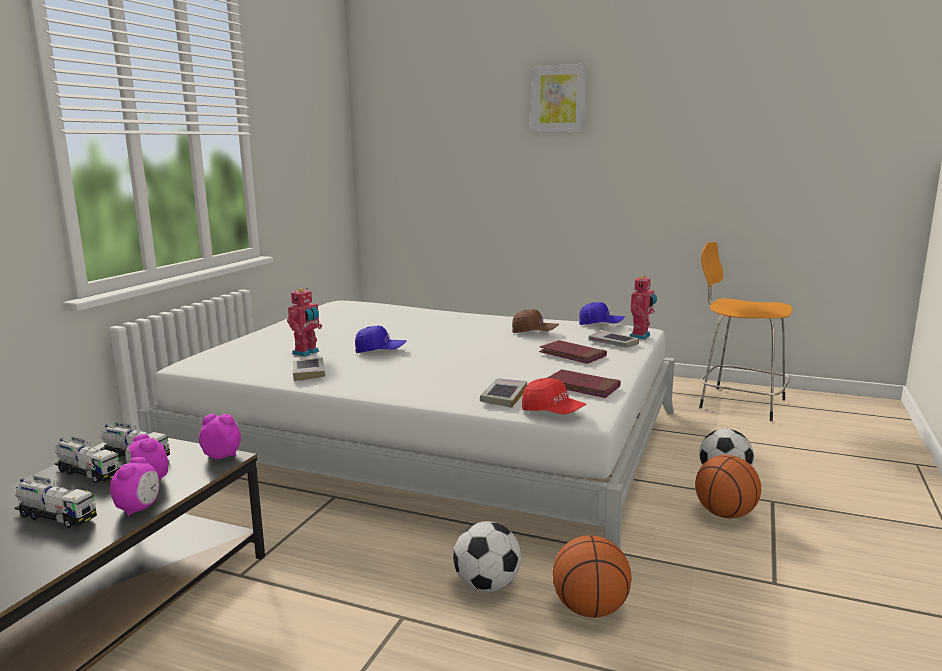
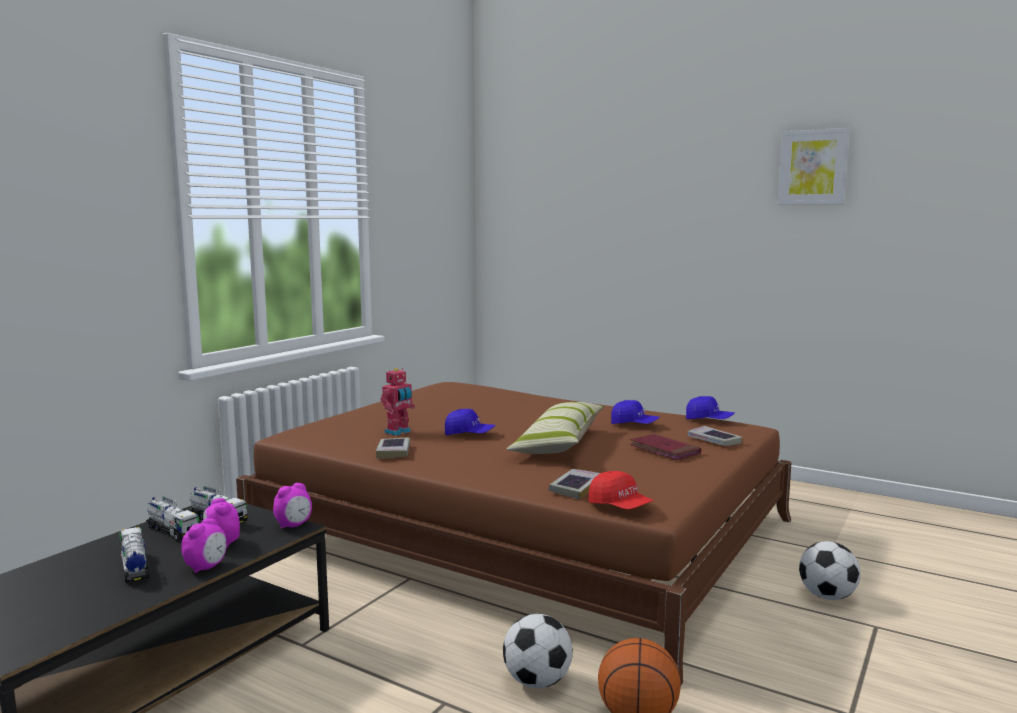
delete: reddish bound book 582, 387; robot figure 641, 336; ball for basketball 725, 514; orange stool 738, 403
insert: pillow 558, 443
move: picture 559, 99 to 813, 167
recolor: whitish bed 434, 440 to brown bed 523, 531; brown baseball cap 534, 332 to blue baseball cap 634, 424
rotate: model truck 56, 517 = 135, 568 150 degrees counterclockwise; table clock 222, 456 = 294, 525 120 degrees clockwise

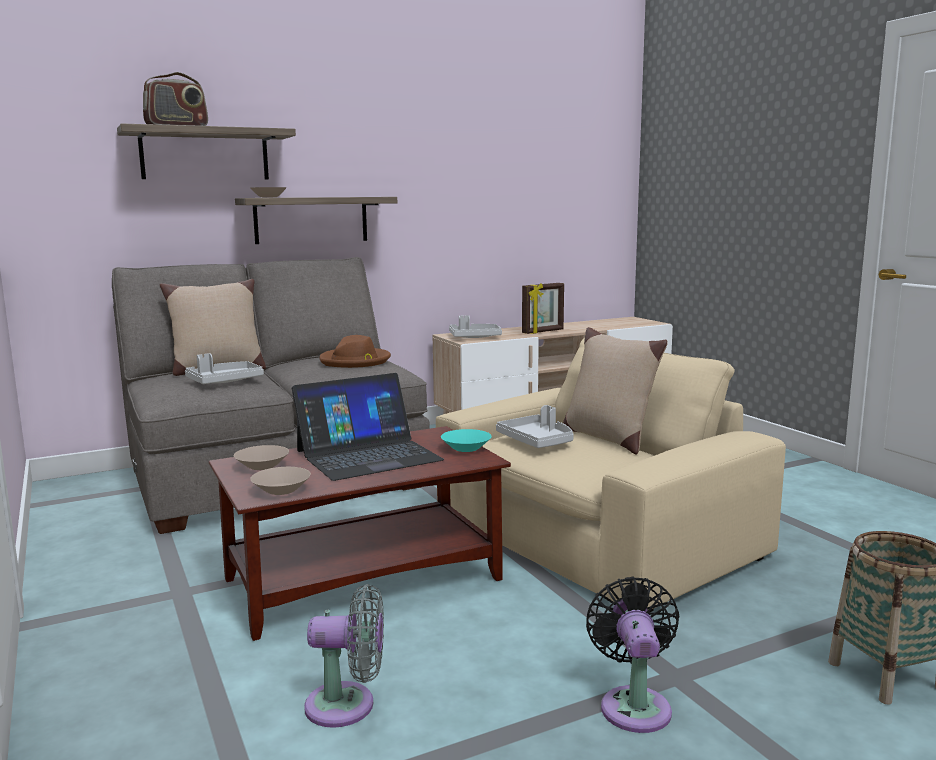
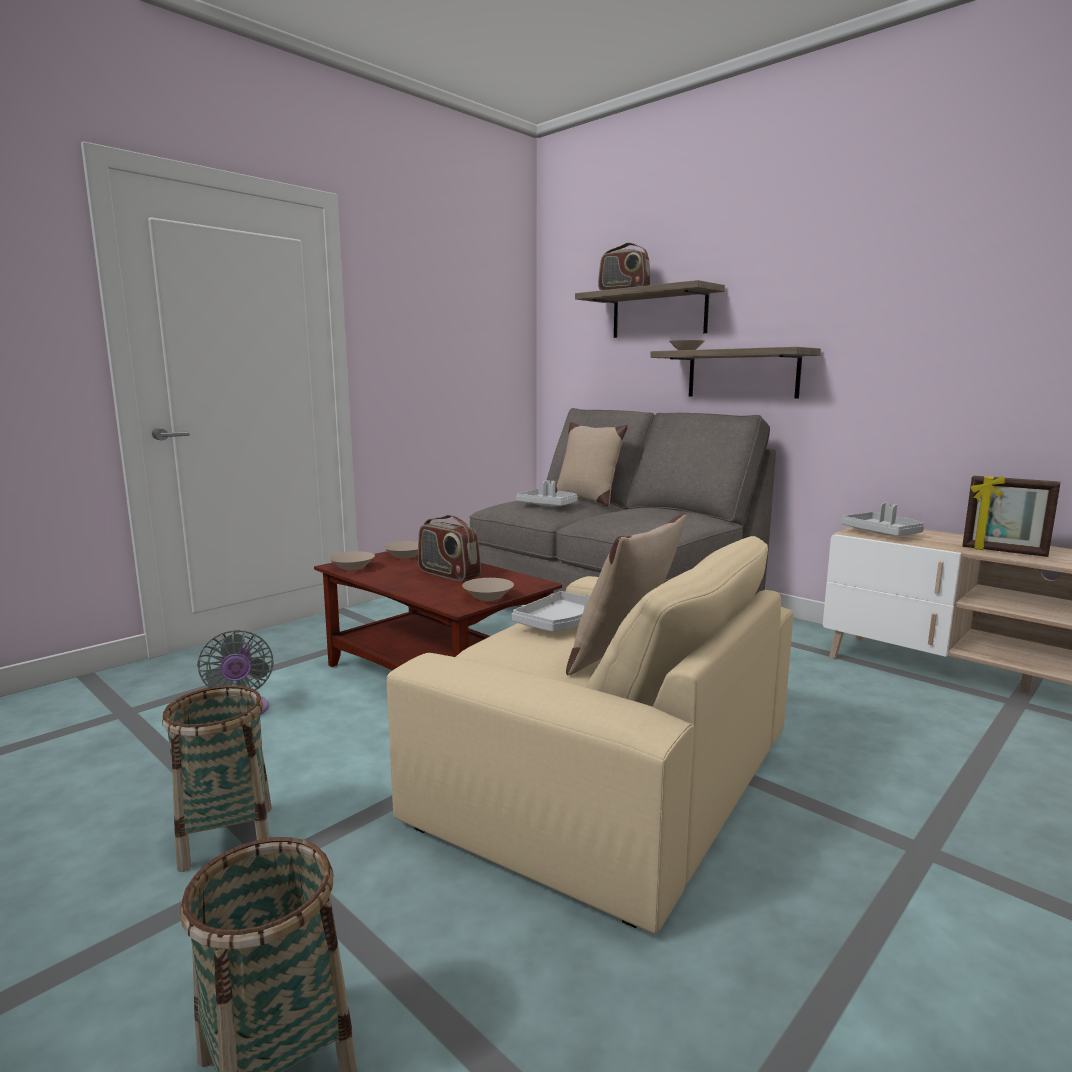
delete: brown clothing hat 355, 361
replace: notebook computer 368, 455 to radio receiver 448, 574; blackish cooling fan 634, 705 to household basket 227, 837
recolor: blue-green serving bowl 465, 449 to beige-coloured serving bowl 487, 597

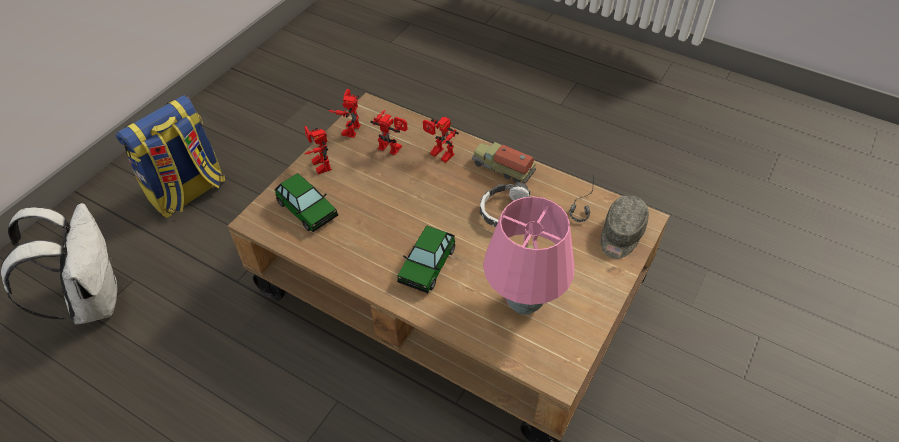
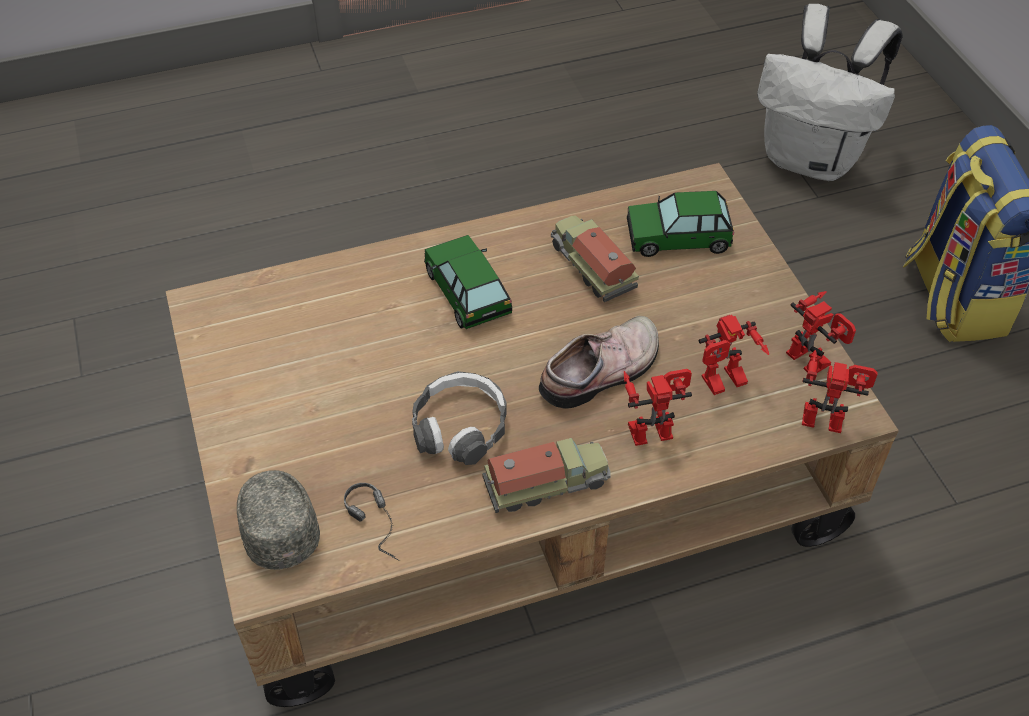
delete: pink-coloured tabletop lamp 522, 302
insert: item of footwear 603, 372; model truck 591, 267
move: robot figure 318, 165 to 826, 414

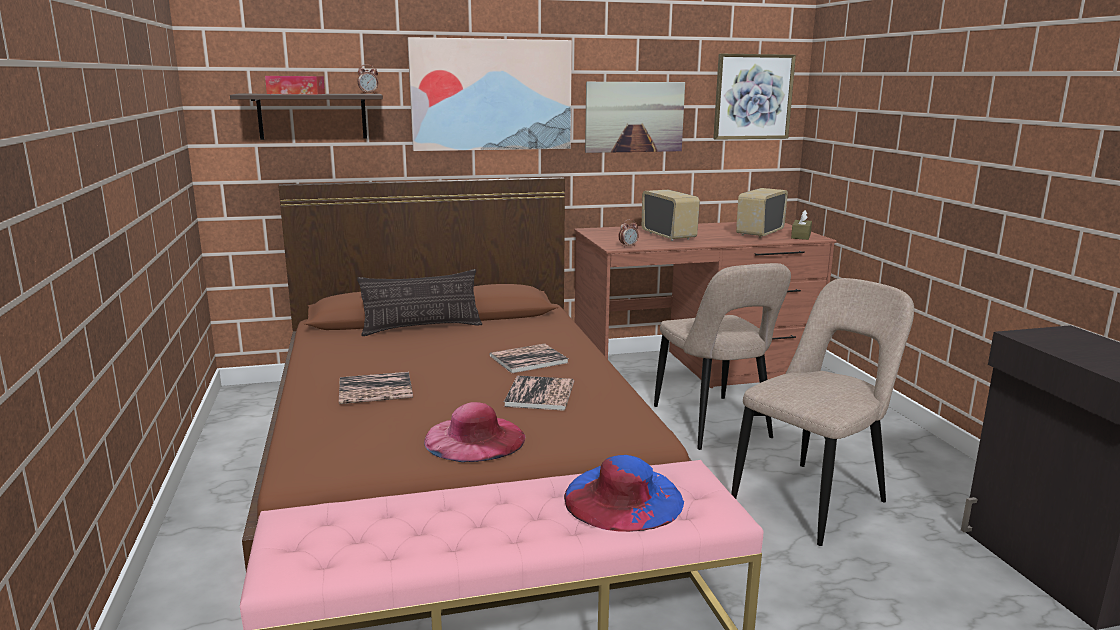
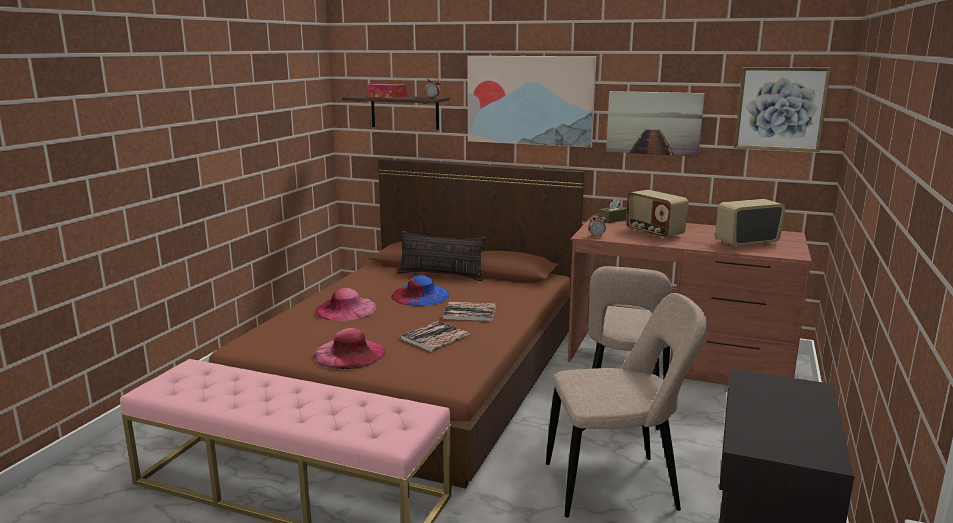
move: blue clothing hat 623, 498 to 420, 295; brown tissue box 801, 236 to 613, 220
replace: bound book 375, 390 to pink-coloured clothing hat 346, 309
rotate: radio receiver 669, 236 = 654, 233 135 degrees clockwise

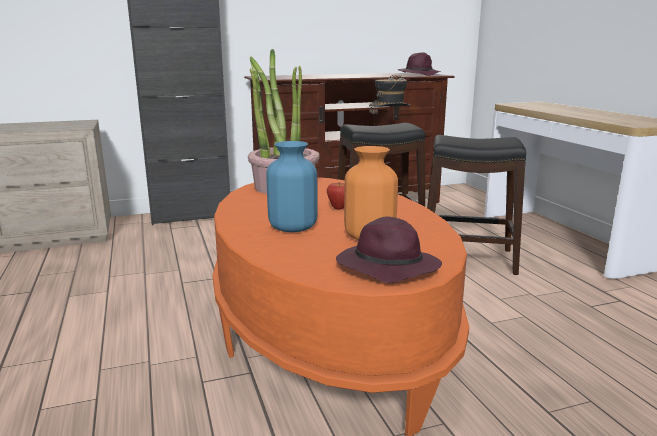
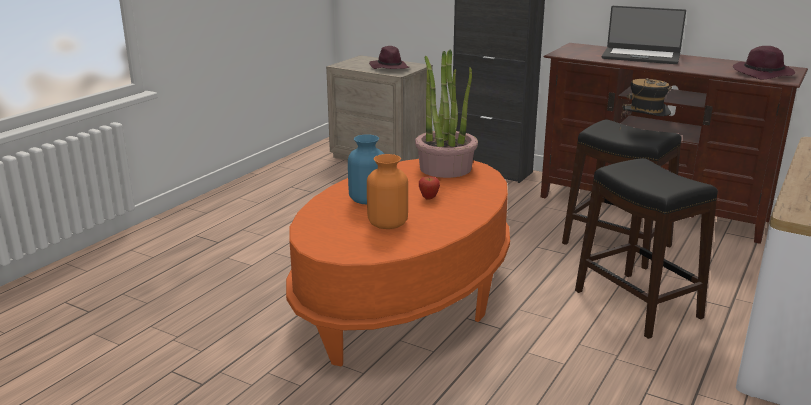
insert: notebook computer 641, 56
move: purplish clothing hat 386, 267 to 389, 68

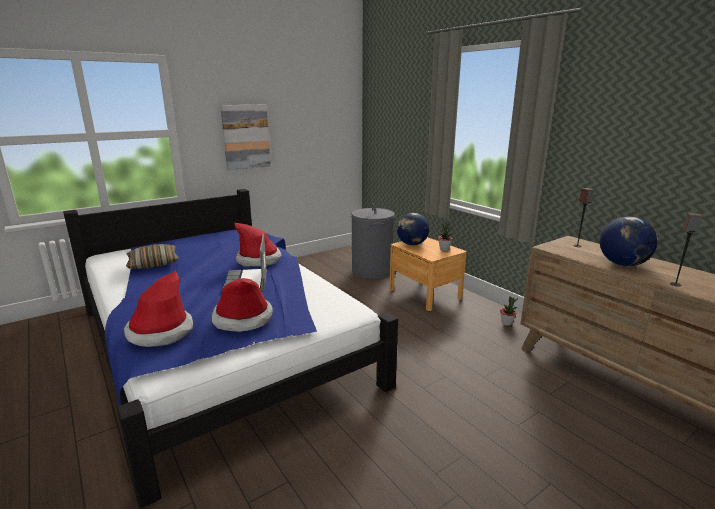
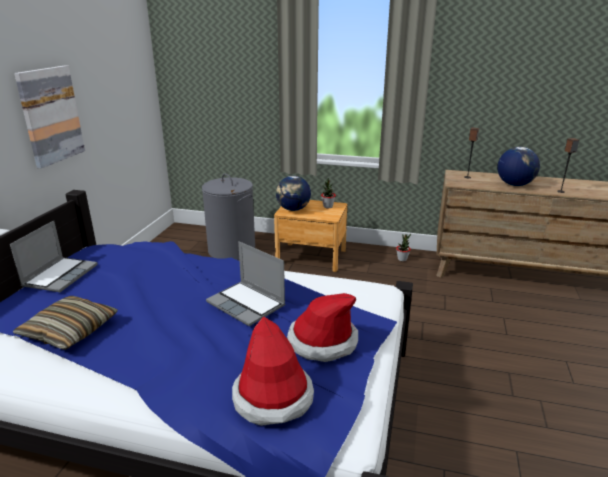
delete: clothing hat 259, 260
insert: notebook computer 60, 275

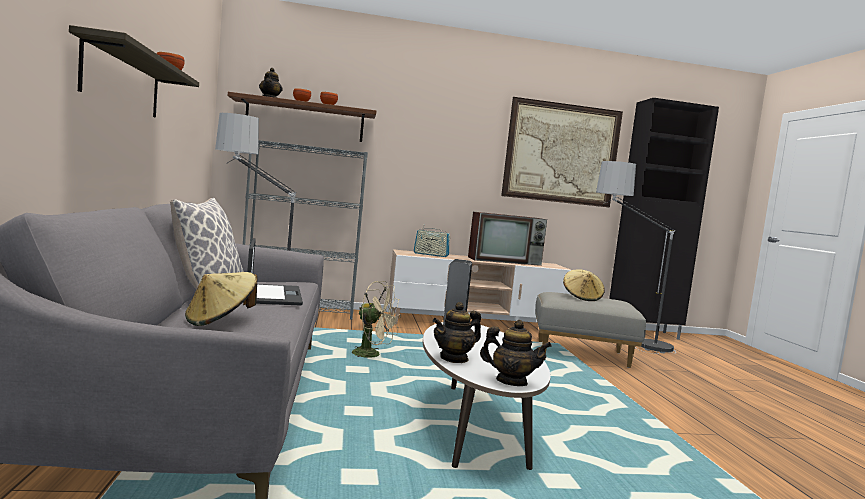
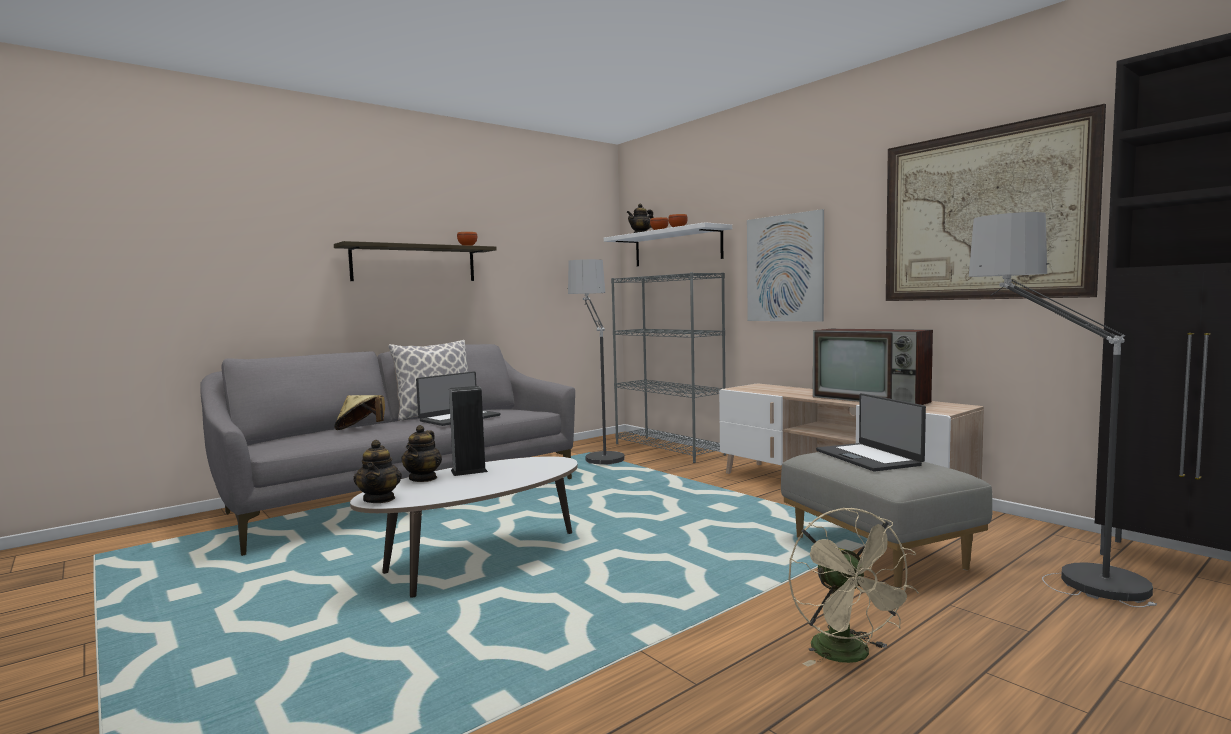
delete: radio receiver 431, 254
insert: picture 784, 268
move: beige-coloured cooling fan 372, 355 to 849, 656
replace: beige-coloured clothing hat 582, 297 to notebook computer 868, 458
recolor: brown bracket shelf 305, 120 to whitish bracket shelf 677, 247
rotate: tea pot 454, 358 = 423, 478 105 degrees counterclockwise

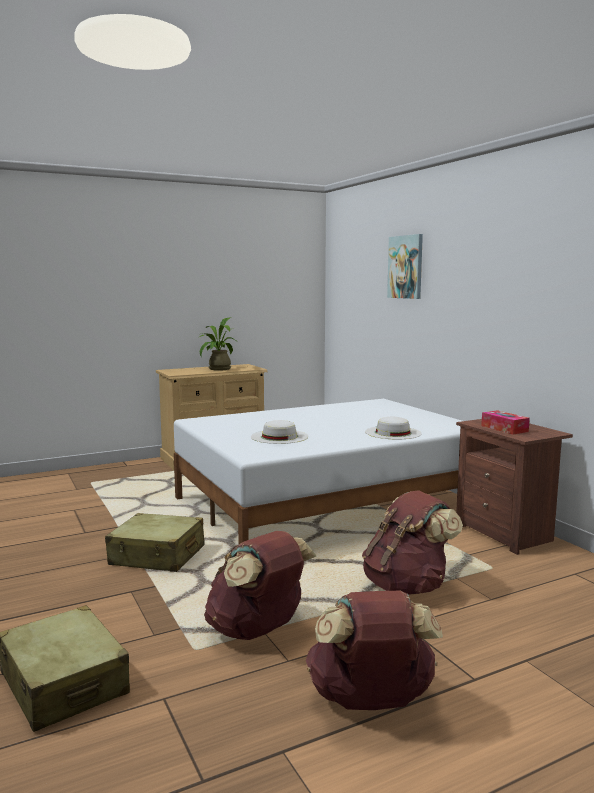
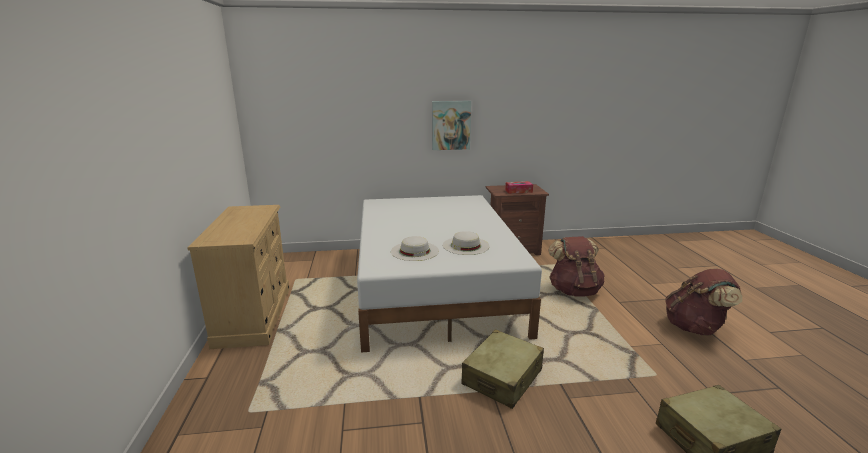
delete: plant in a pot 217, 369; brown backpack 257, 630
move: whitish clothing hat 393, 432 to 414, 251; picture 406, 267 to 451, 125

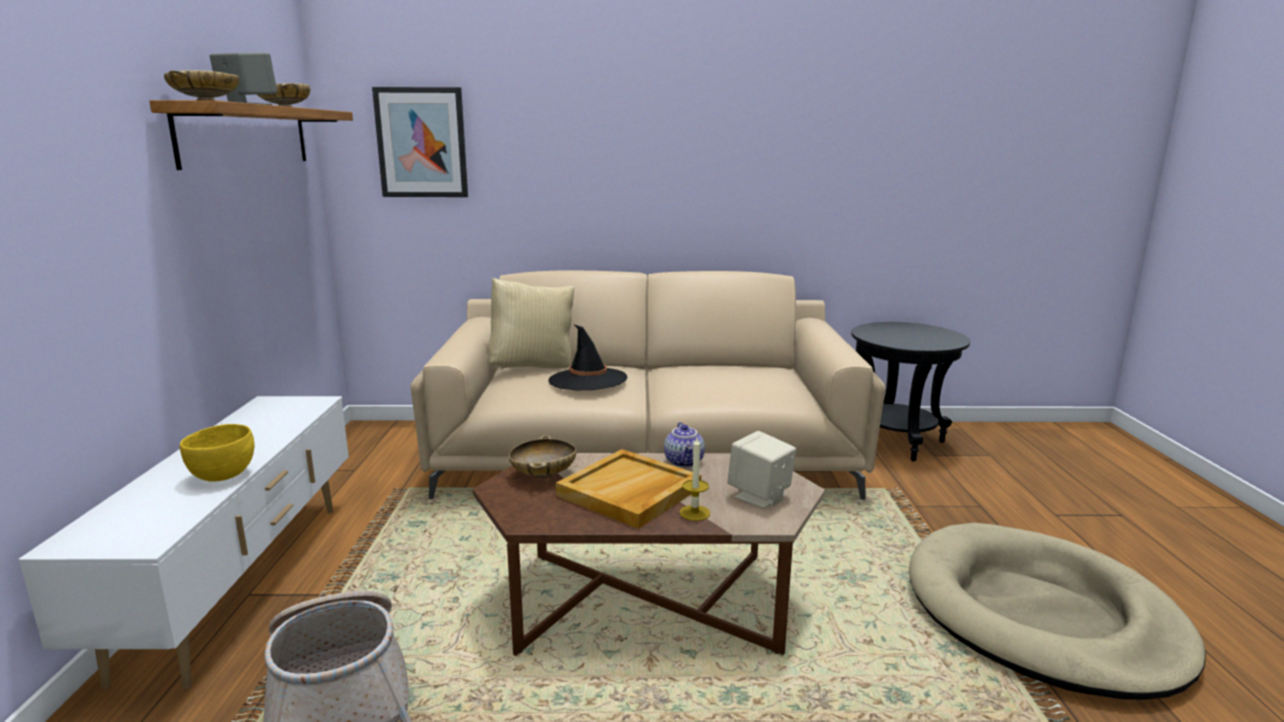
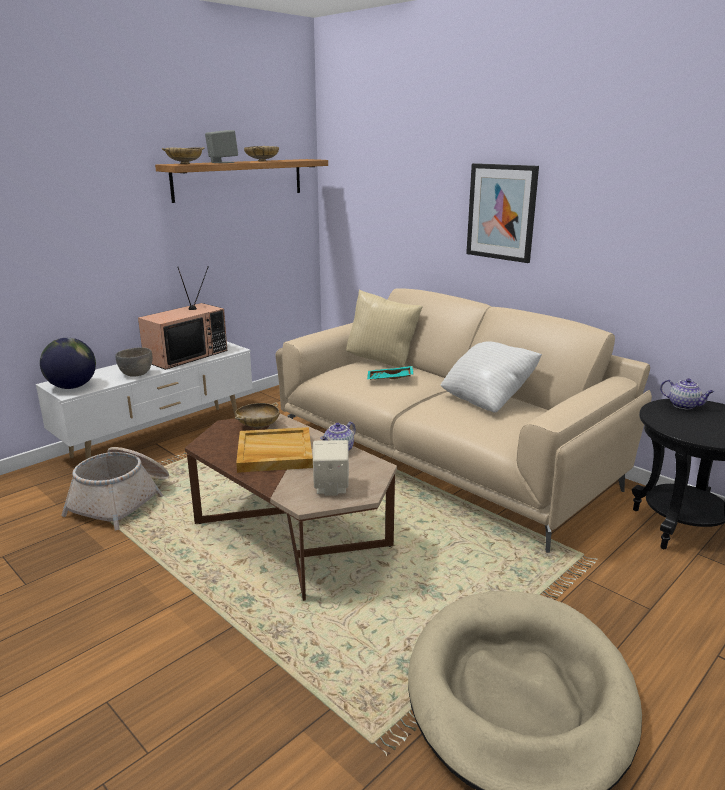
delete: wax candle 694, 513
insert: world globe 72, 387; TV 186, 355; whitish pillow 487, 399; tea pot 684, 405
move: picture 422, 143 to 501, 212
replace: blackish clothing hat 587, 380 to blue-green serving tray 390, 379
recolor: yellowish serving bowl 224, 476 to greyish serving bowl 136, 374

